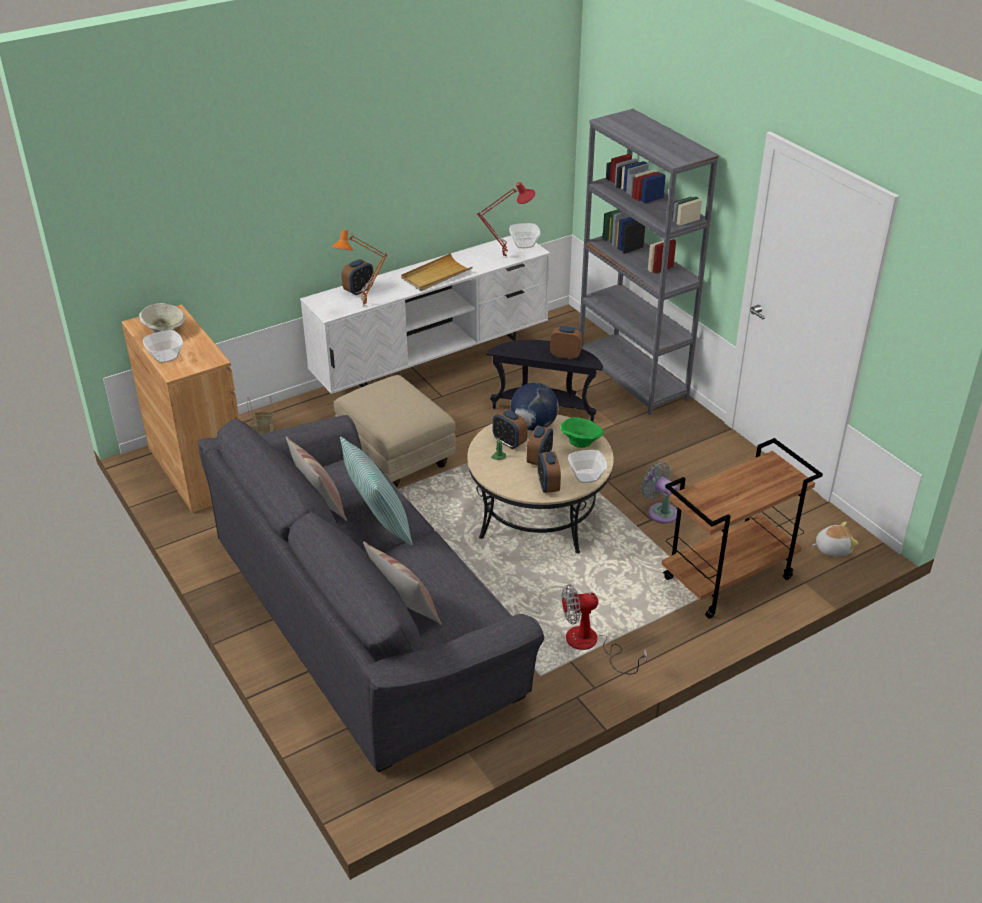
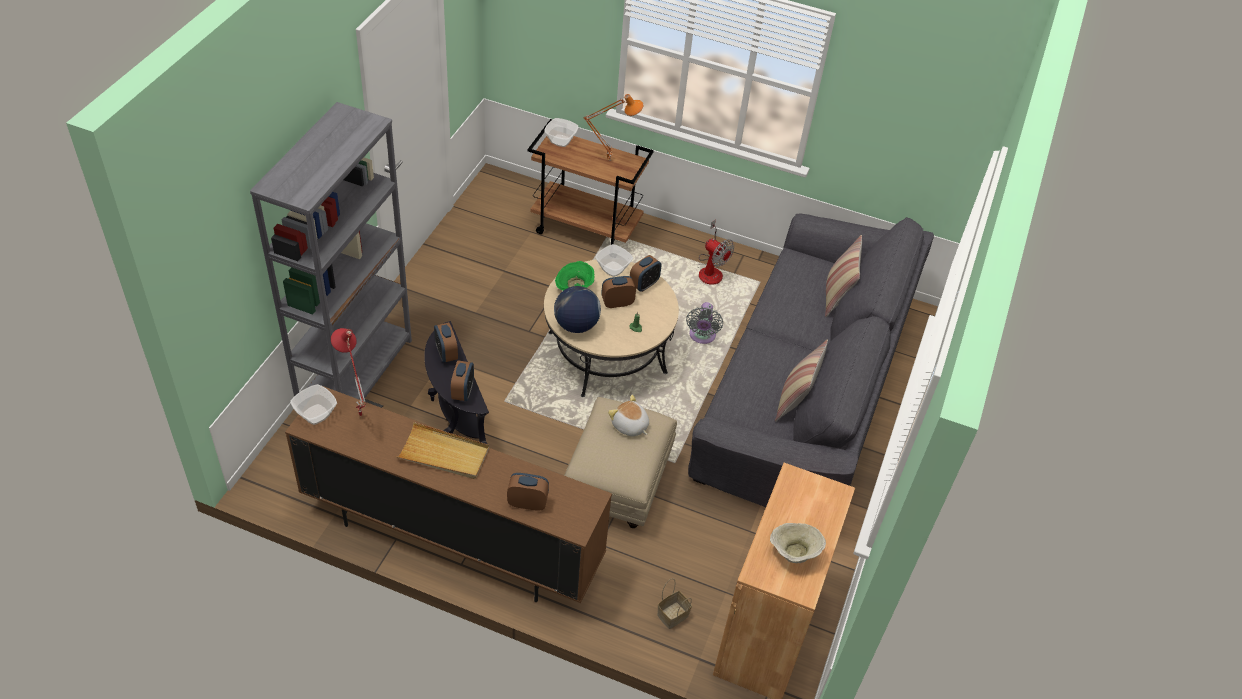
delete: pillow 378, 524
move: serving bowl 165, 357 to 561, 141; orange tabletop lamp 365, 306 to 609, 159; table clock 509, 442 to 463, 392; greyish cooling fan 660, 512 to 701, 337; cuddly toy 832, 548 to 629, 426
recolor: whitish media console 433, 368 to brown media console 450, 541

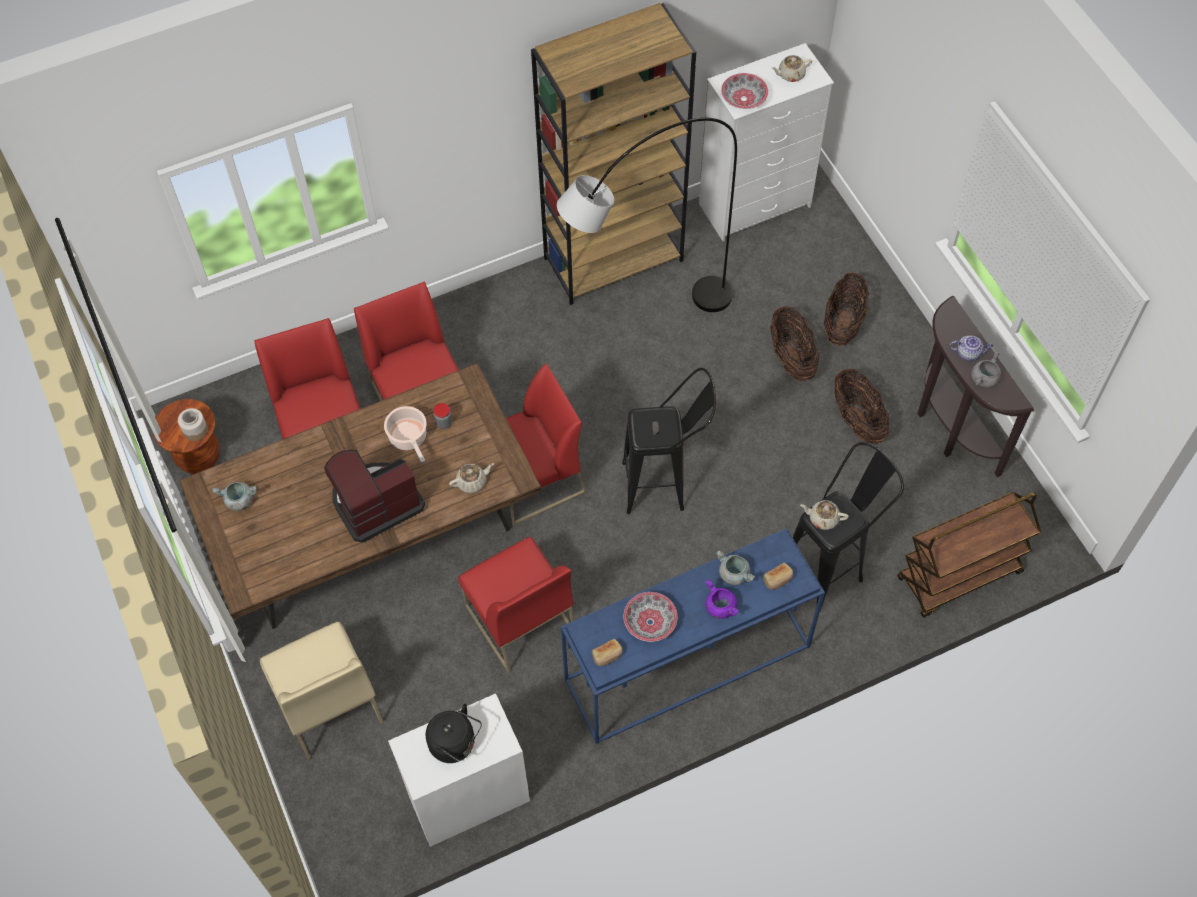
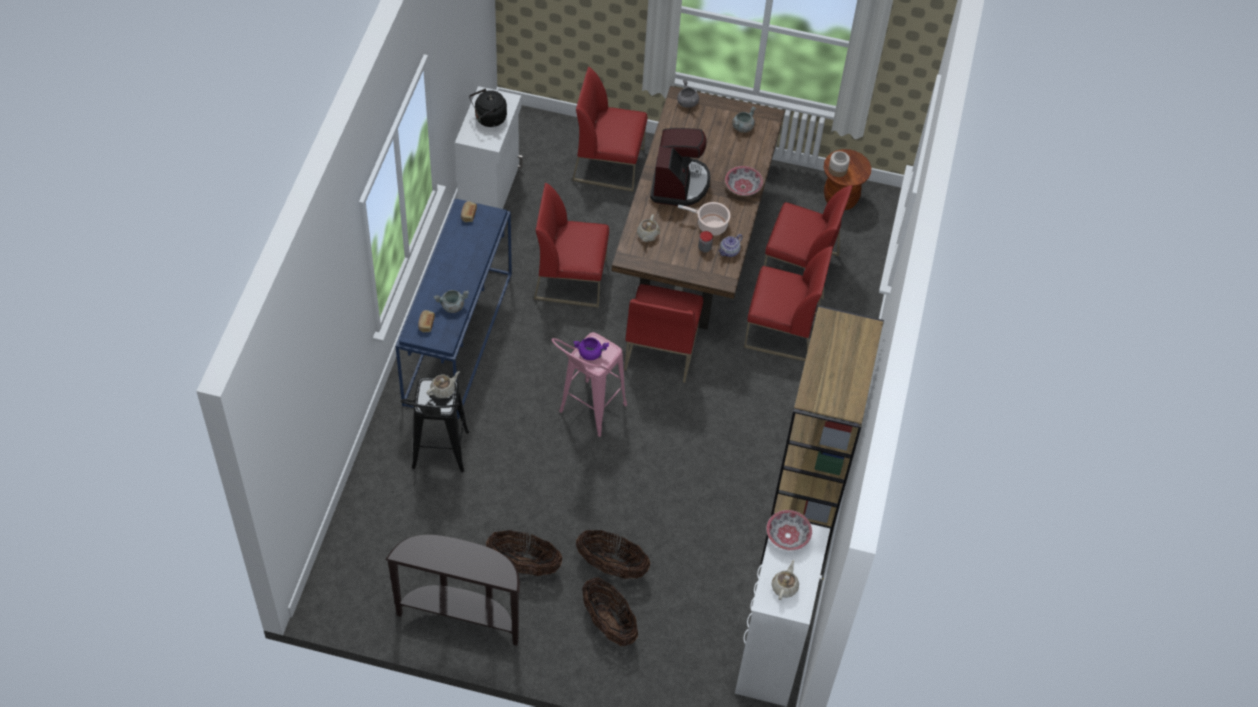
delete: greyish standard lamp 644, 325; brown cart 959, 577
move: serving bowl 650, 622 to 742, 187; purplish saucepot 719, 607 to 590, 353; tea pot 968, 353 to 729, 252; greyish saucepot 984, 379 to 687, 102
recolor: beige-coloured upright chair 327, 704 to reddish upright chair 609, 164; blackish stool 665, 485 to pink-coloured stool 587, 415

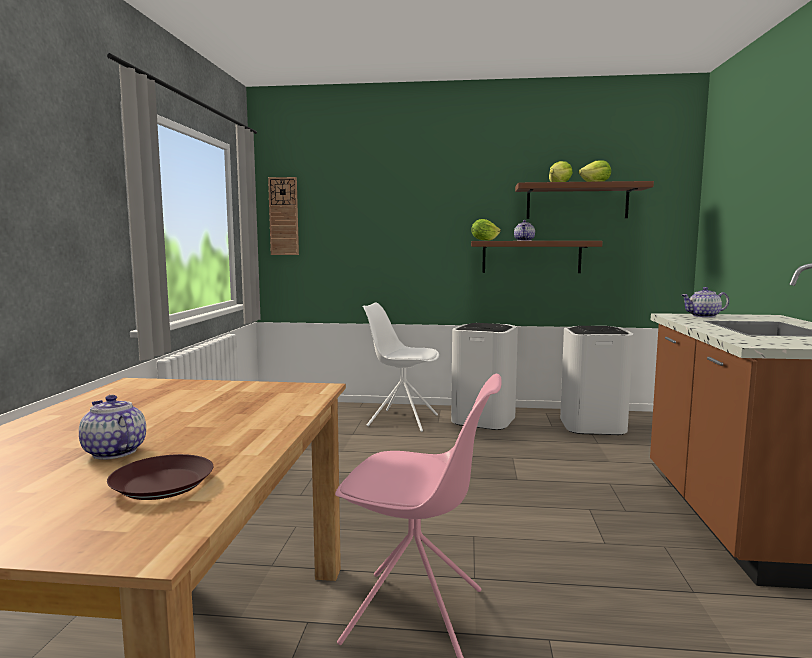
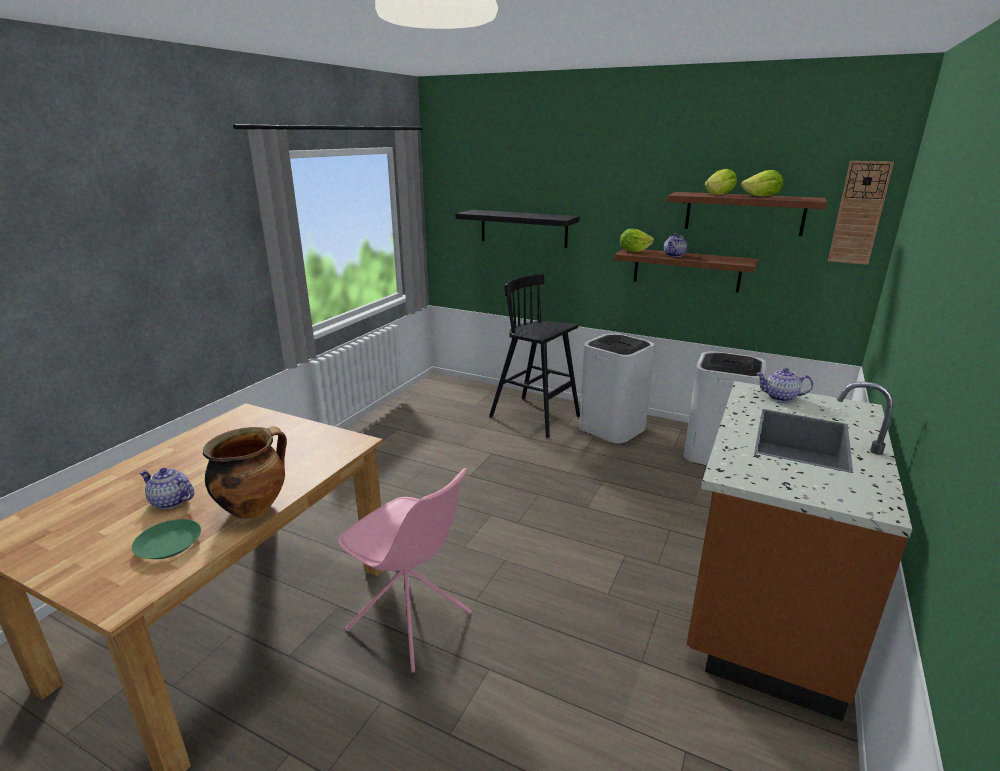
insert: saucepot 254, 507; blackish bracket shelf 523, 228
move: clock on the wall 284, 216 to 859, 213
replace: whitish upright chair 401, 420 to blackish stool 536, 417
recolor: brown dinner plate 163, 484 to green-coloured dinner plate 169, 544
rotate: tea pot 113, 452 = 170, 501 45 degrees counterclockwise

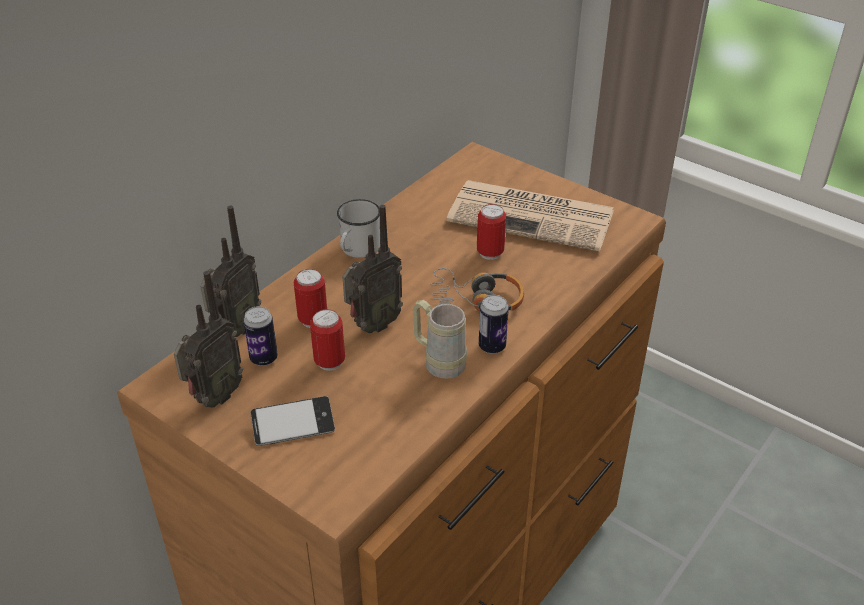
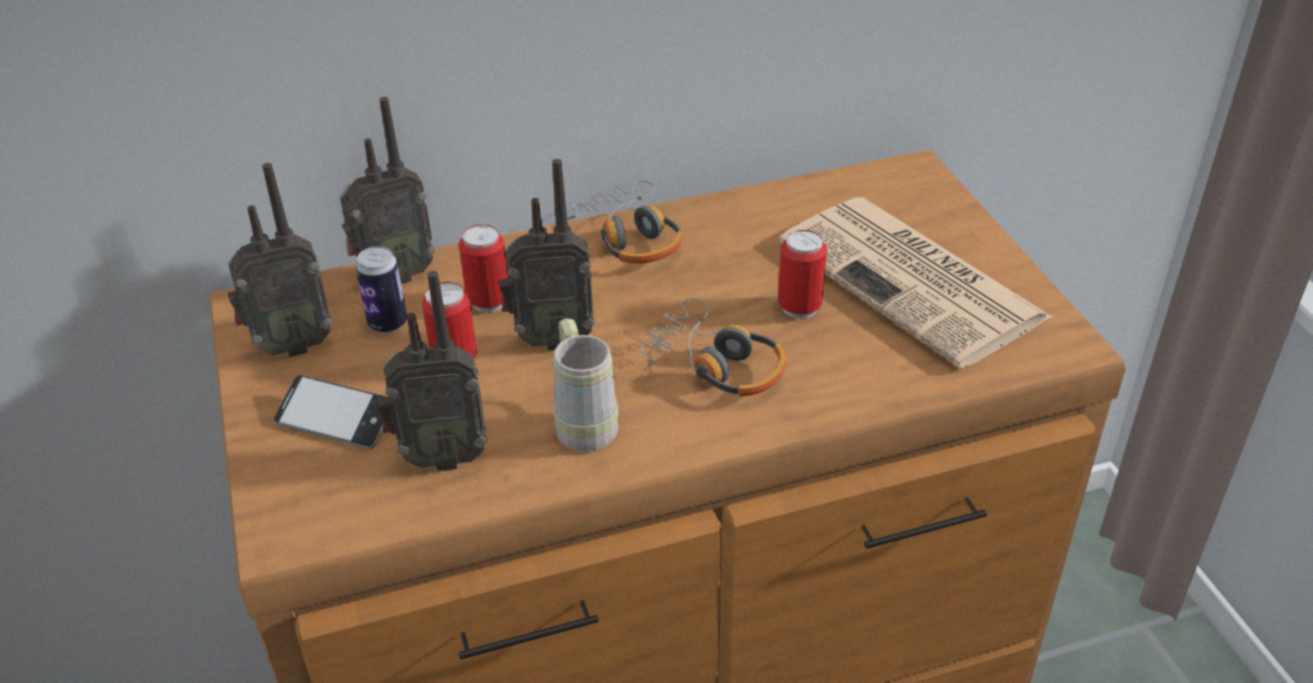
delete: can 492, 346
insert: radio receiver 441, 456
replace: whitish coffee mug 357, 250 to headset 629, 236

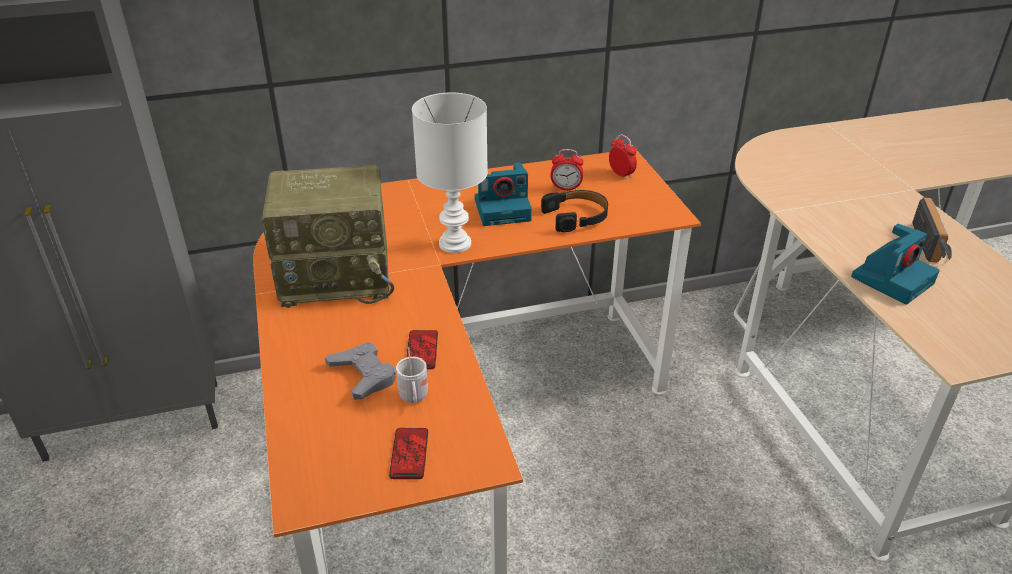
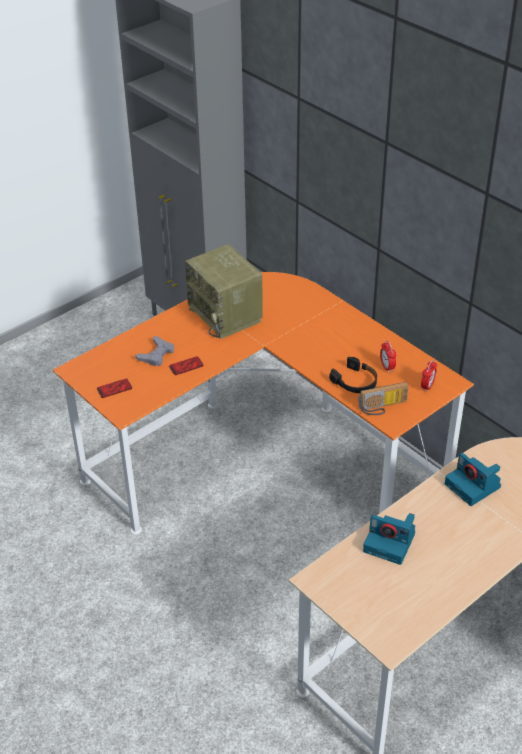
delete: whitish coffee mug 414, 398; whitish tabletop lamp 453, 244
move: still camera 503, 209 to 473, 486; radio receiver 933, 244 to 383, 407

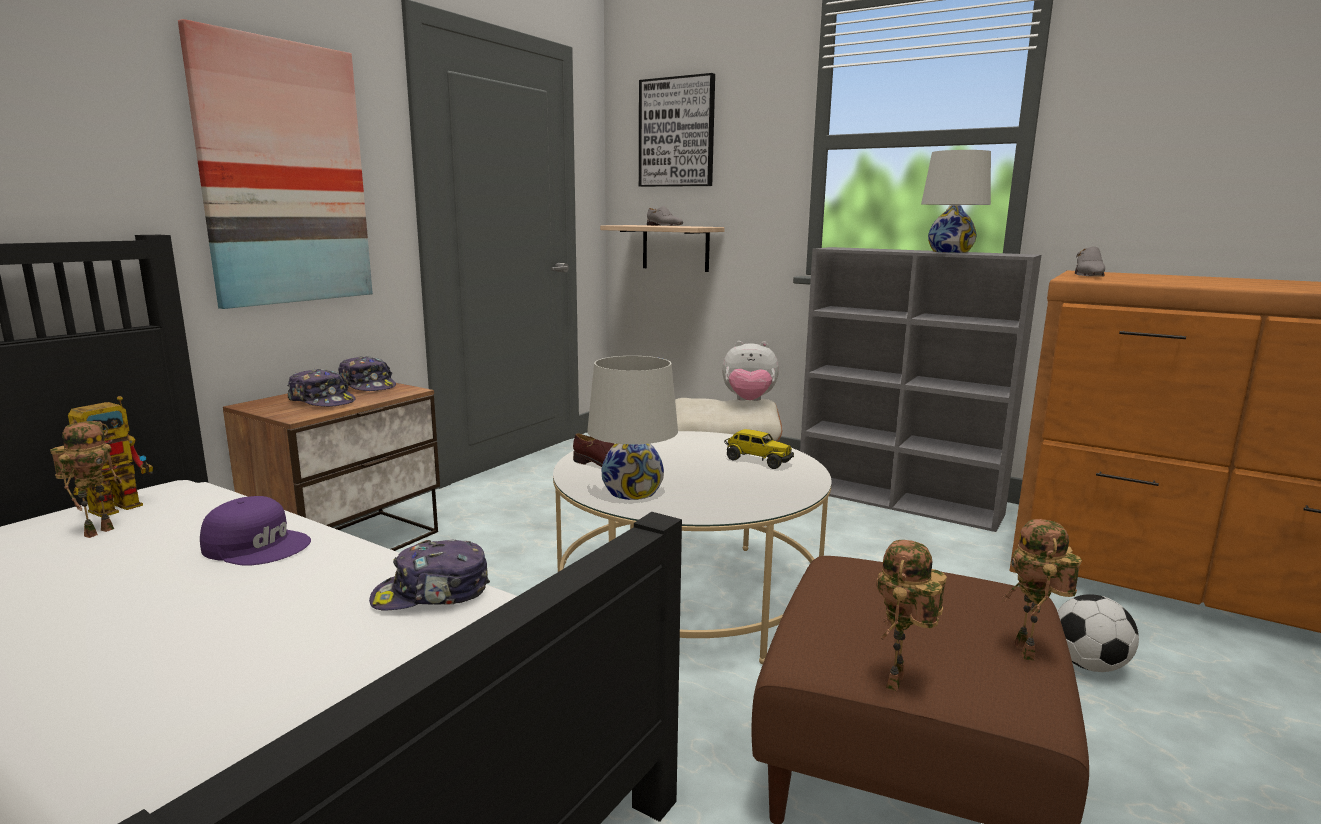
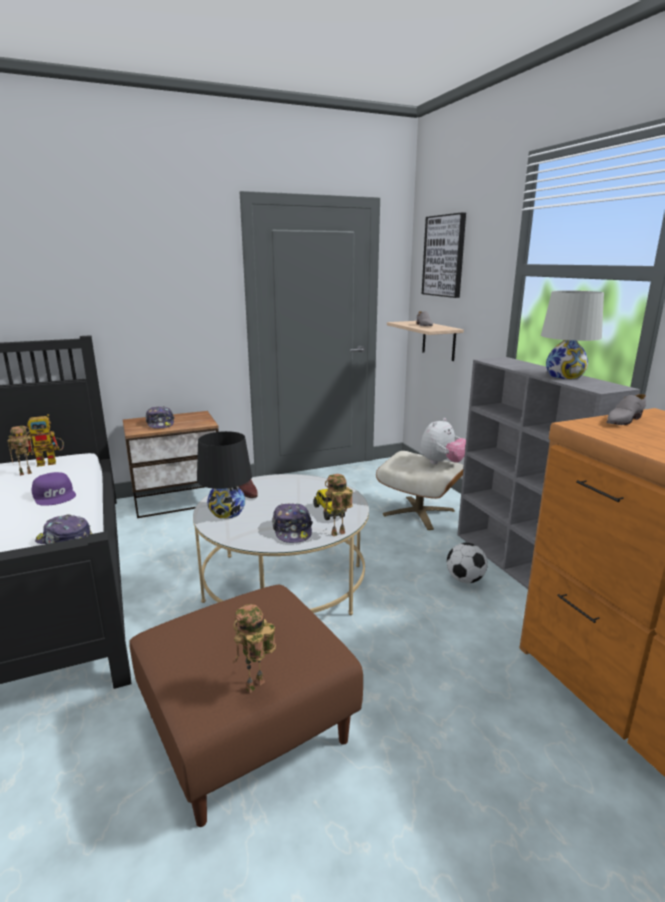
delete: picture 284, 175
move: baseball cap 367, 386 to 292, 530; robot figure 898, 684 to 338, 534; football 1089, 665 to 465, 579
recolor: whitish tabletop lamp 632, 491 to blackish tabletop lamp 227, 512
rotate: cuddly toy 749, 401 = 442, 463 90 degrees counterclockwise

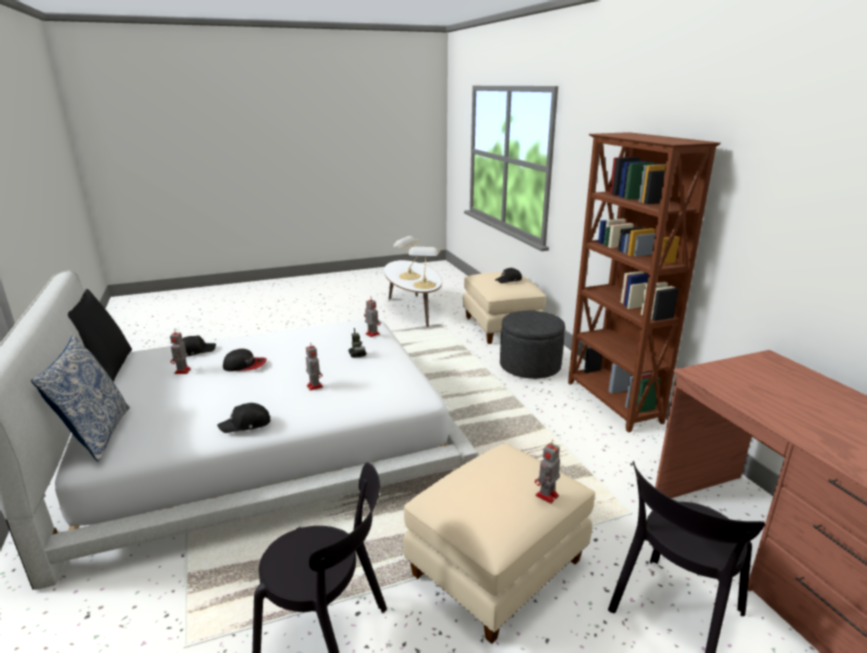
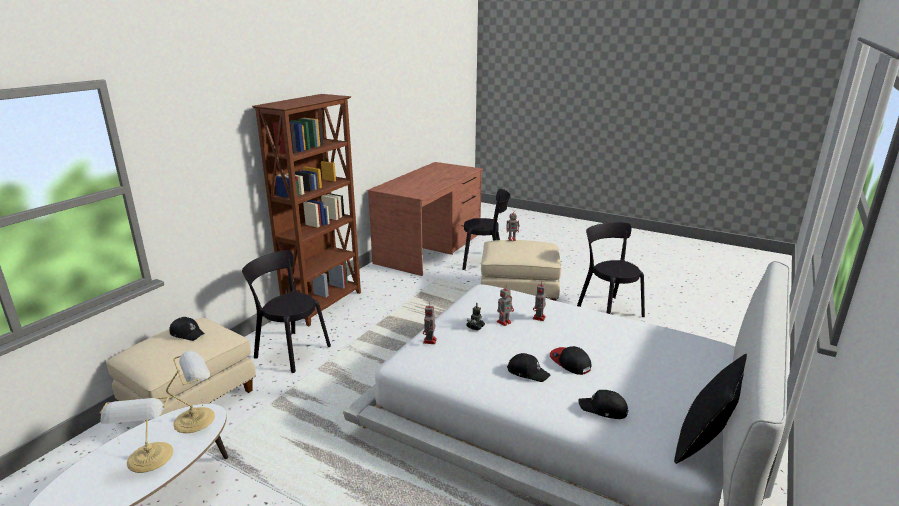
delete: pillow 96, 435
move: robot figure 182, 371 to 504, 322; blackish baseball cap 246, 424 to 527, 372
replace: greyish pouffe 530, 366 to blackish upright chair 290, 350

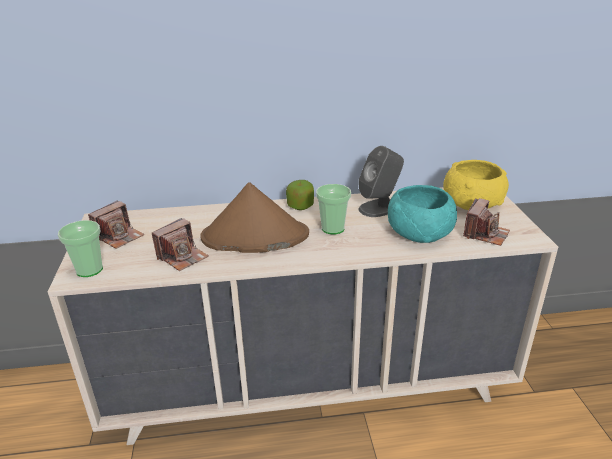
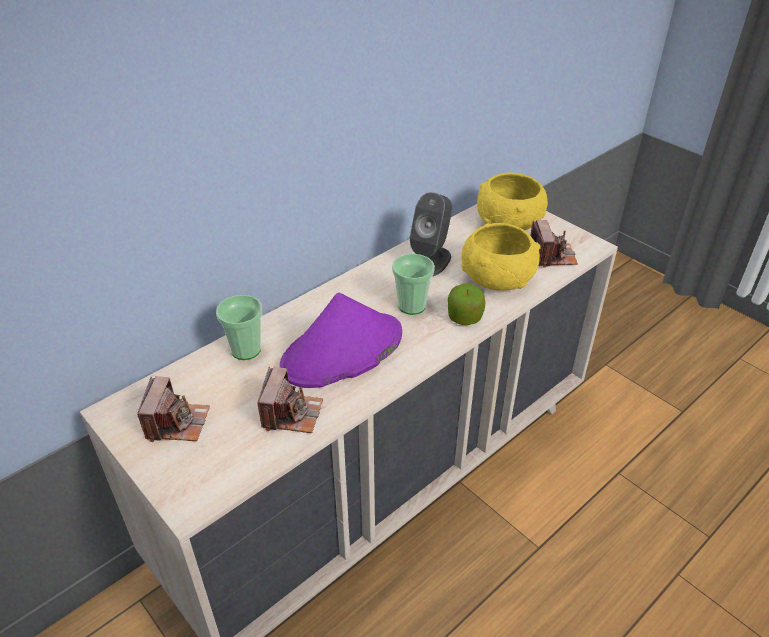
move: drinking cup 89, 270 to 246, 350; whole apple 300, 206 to 464, 317
recolor: brown clothing hat 254, 237 to purplish clothing hat 342, 351; blue-green serving bowl 420, 233 to yellowish serving bowl 497, 278

